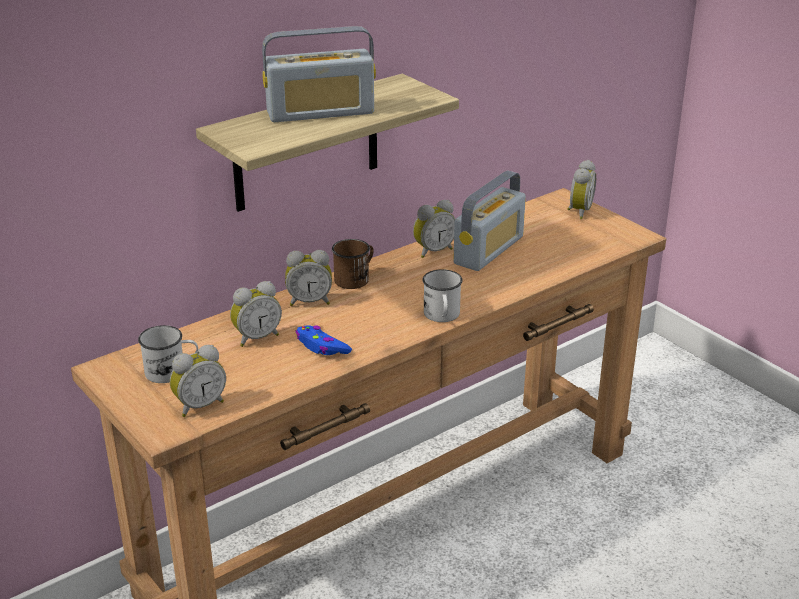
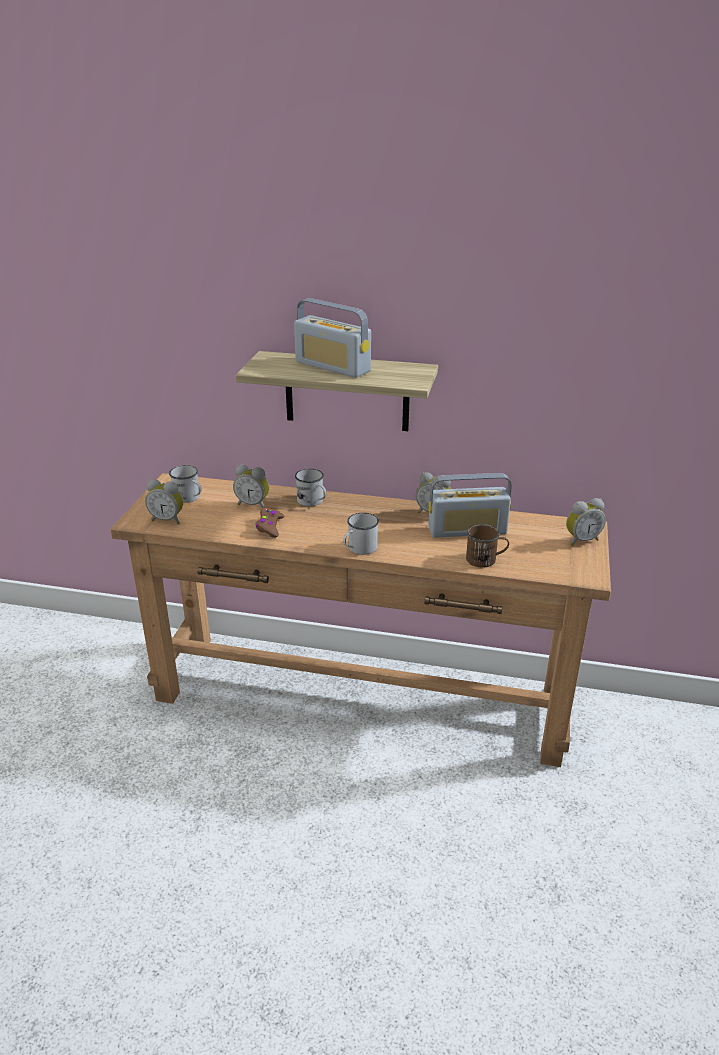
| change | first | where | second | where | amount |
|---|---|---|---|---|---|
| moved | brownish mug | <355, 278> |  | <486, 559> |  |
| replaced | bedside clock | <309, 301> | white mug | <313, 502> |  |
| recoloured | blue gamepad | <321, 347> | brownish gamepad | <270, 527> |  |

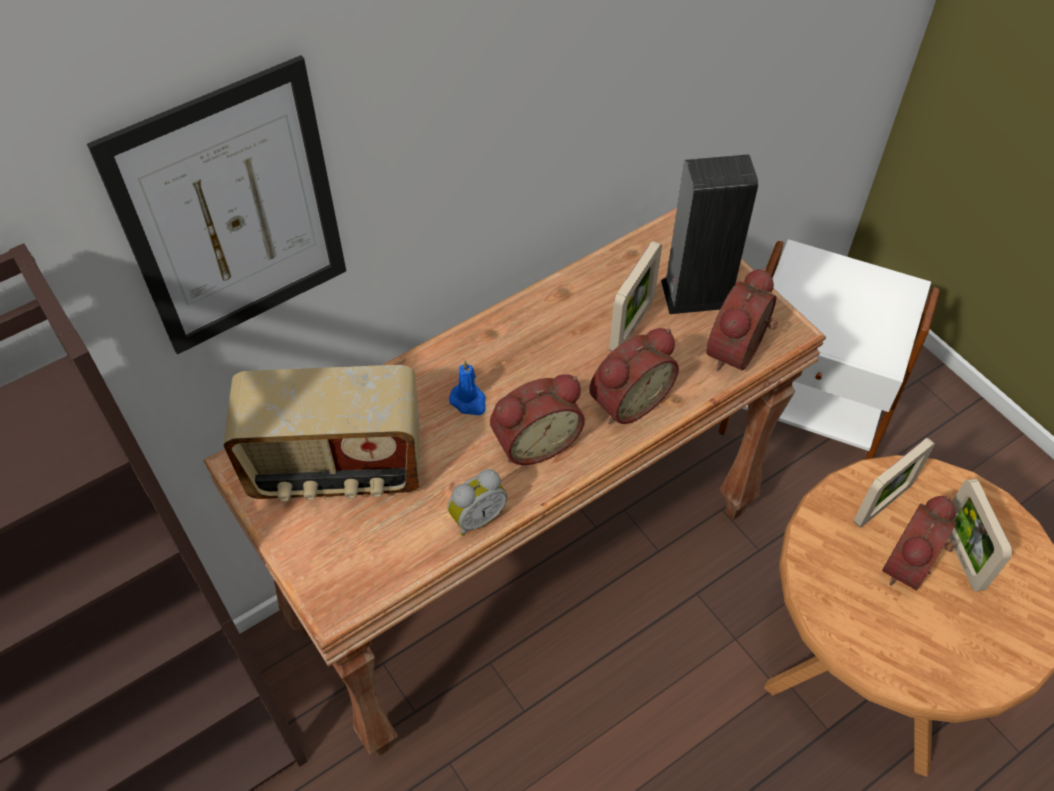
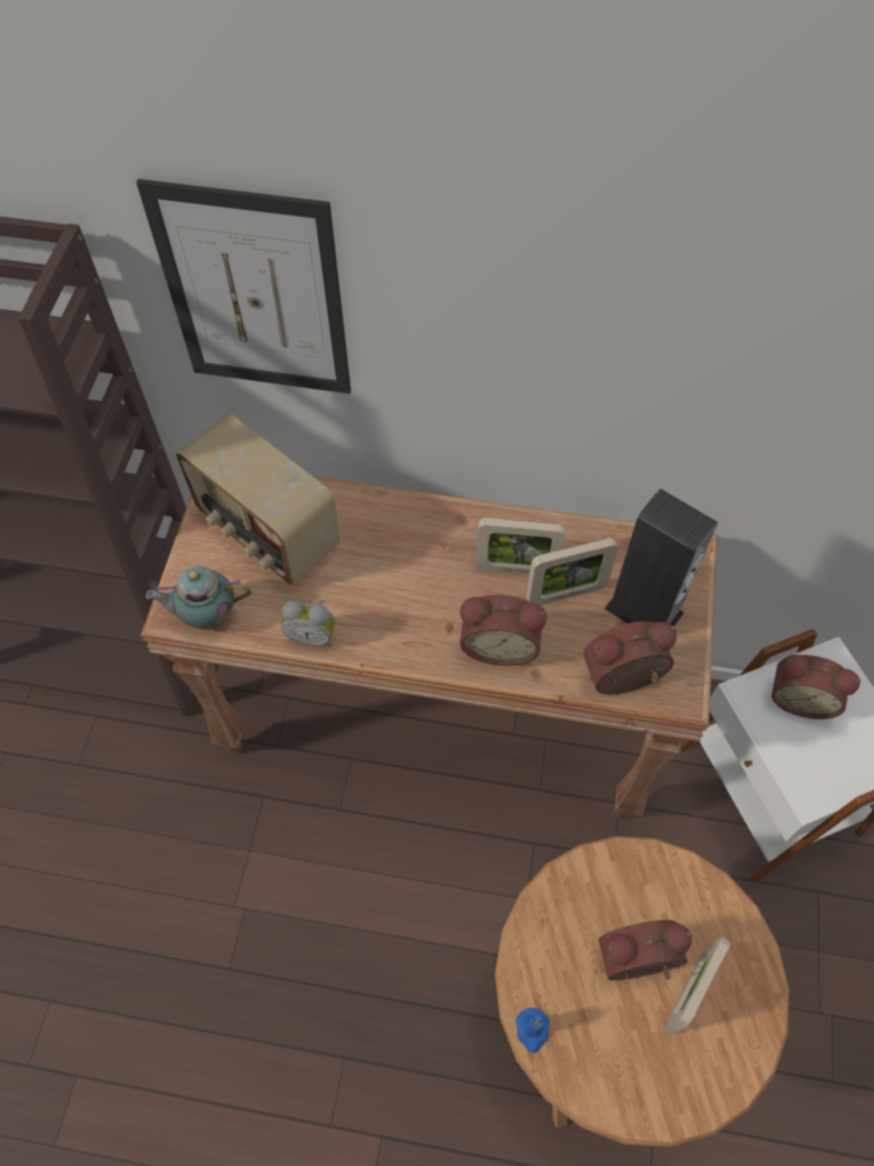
| change | first | where | second | where | amount |
|---|---|---|---|---|---|
| added |  |  | teapot | <207, 616> |  |
| moved | blue wax candle | <469, 401> |  | <532, 1030> |  |
| moved | bedside clock | <534, 441> |  | <800, 697> |  |
| moved | photo frame | <882, 504> |  | <516, 569> |  |

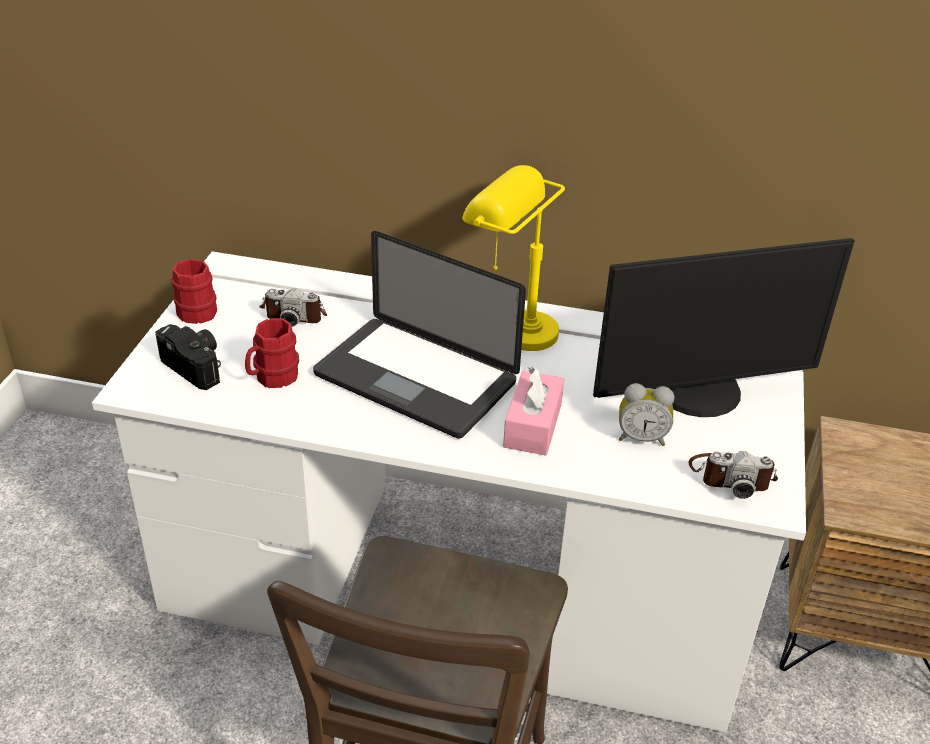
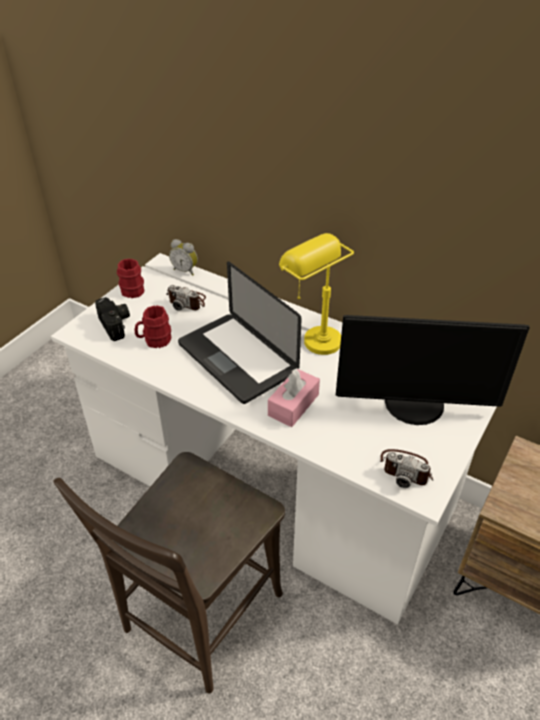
| change | first | where | second | where | amount |
|---|---|---|---|---|---|
| moved | bedside clock | <641, 437> |  | <185, 270> |  |

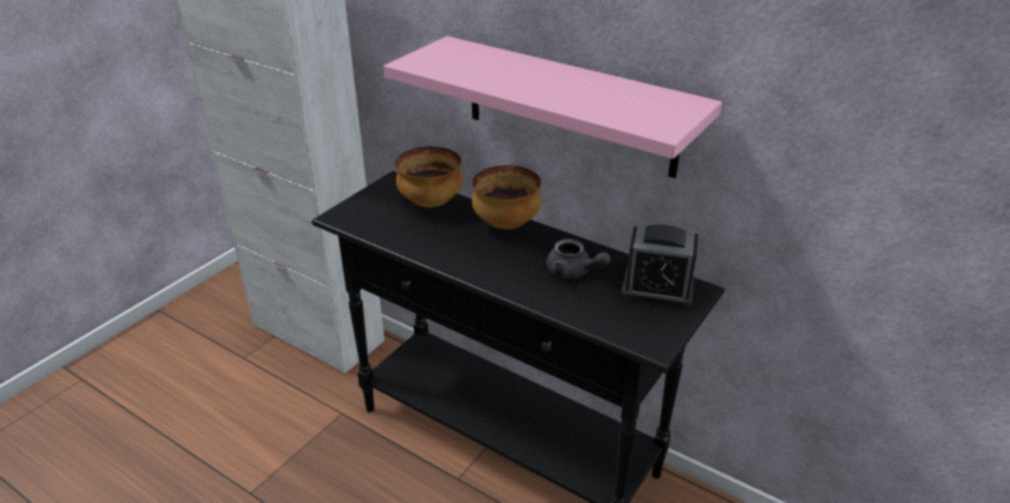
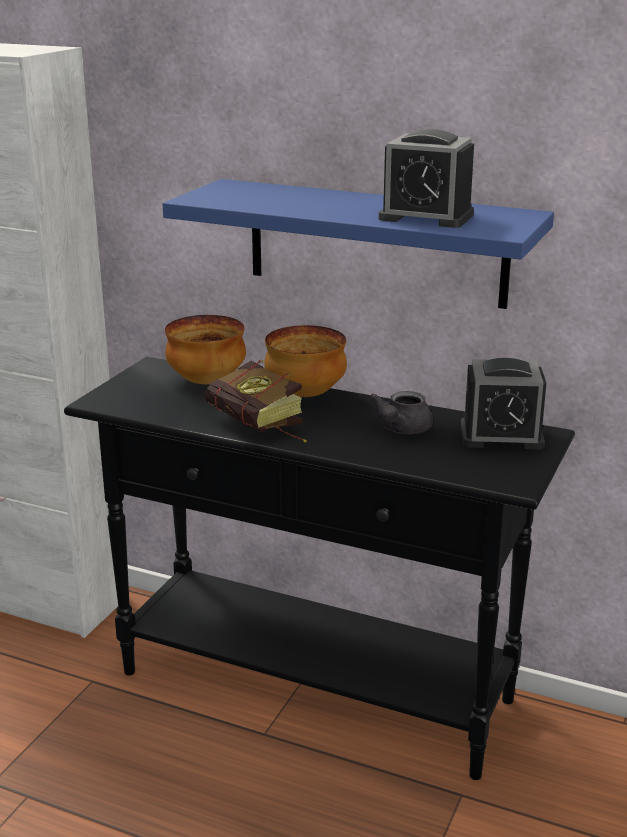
| change | first | where | second | where | amount |
|---|---|---|---|---|---|
| added |  |  | book | <261, 429> |  |
| added |  |  | bedside clock | <426, 217> |  |
| recoloured | pinkish shelf | <570, 106> | blue shelf | <376, 243> |  |
| turned | greyish teapot | <573, 272> |  | <401, 430> | 90 degrees clockwise |

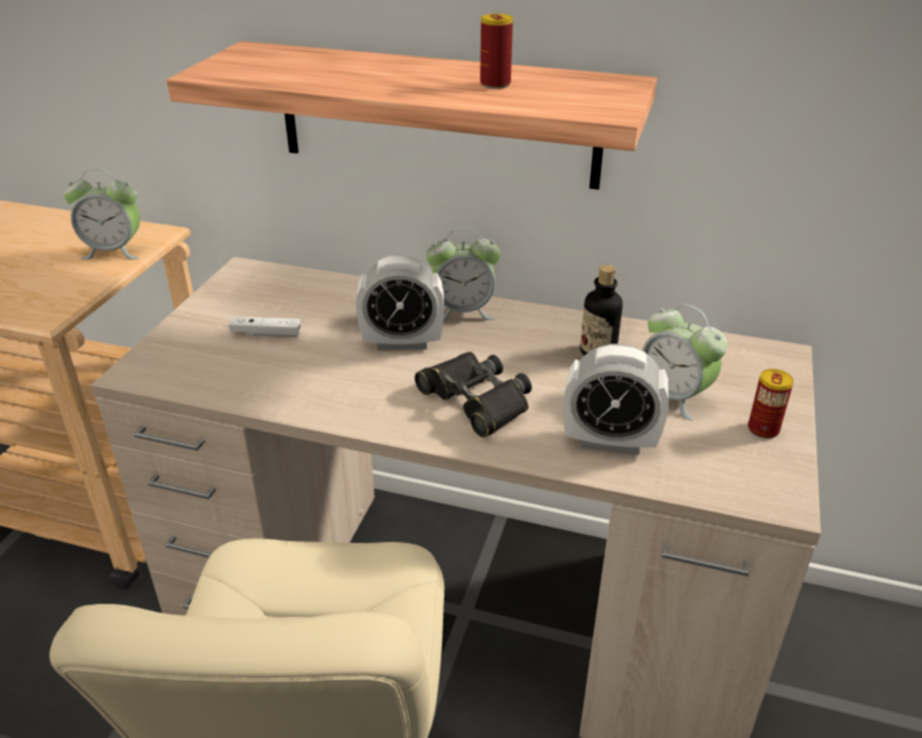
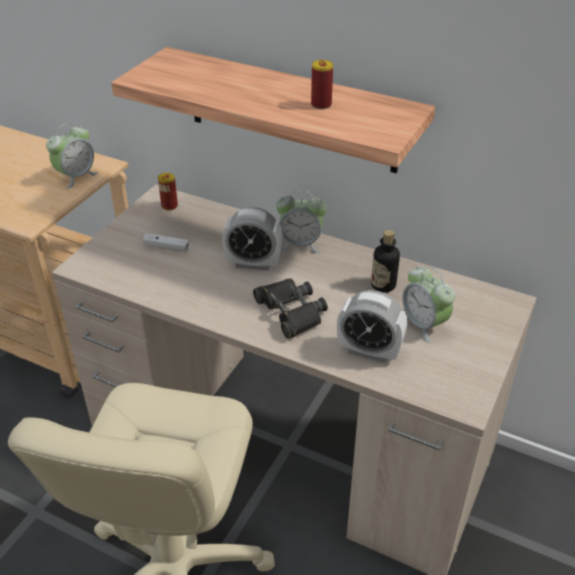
| change | first | where | second | where | amount |
|---|---|---|---|---|---|
| moved | sealed can | <763, 429> |  | <169, 206> |  |
| turned | bedside clock | <114, 251> |  | <76, 177> | 60 degrees counterclockwise |

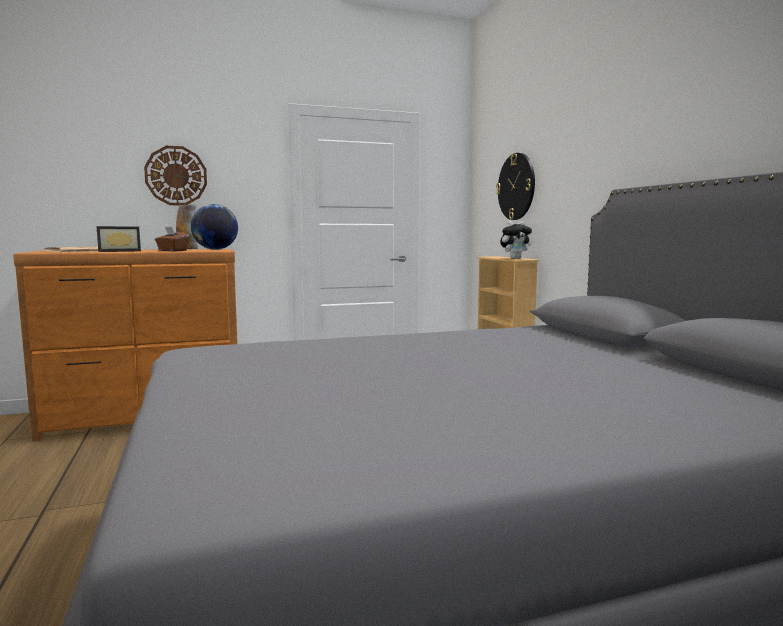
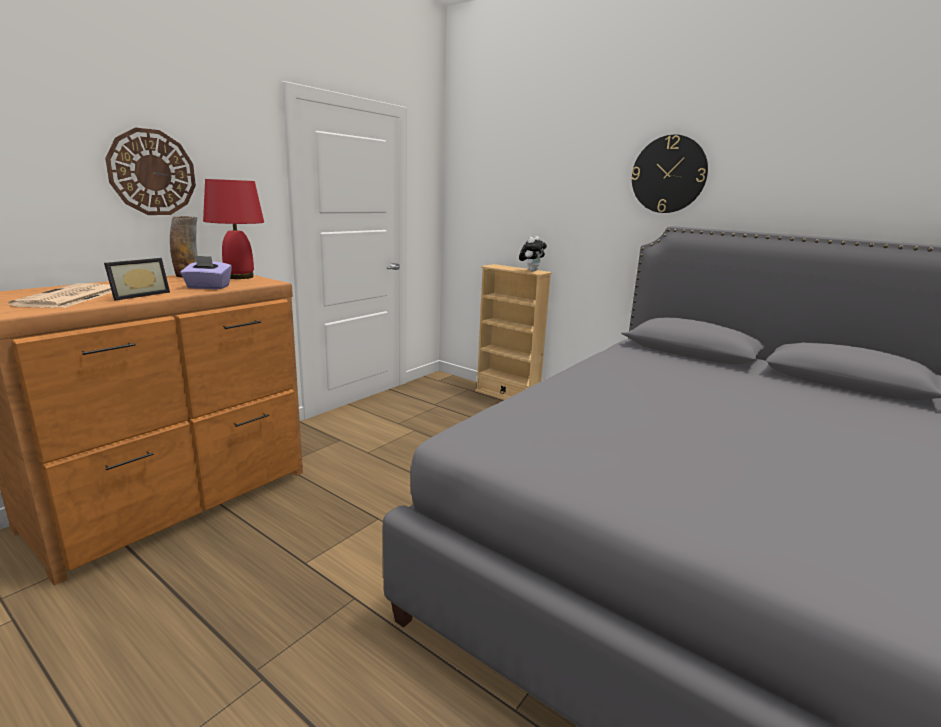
| change | first | where | second | where | amount |
|---|---|---|---|---|---|
| moved | clock on the wall | <516, 186> |  | <668, 174> |  |
| replaced | world globe | <215, 249> | reddish lamp for a table | <239, 277> |  |
| recoloured | brownish box of tissues | <172, 250> | purple box of tissues | <208, 287> |  |

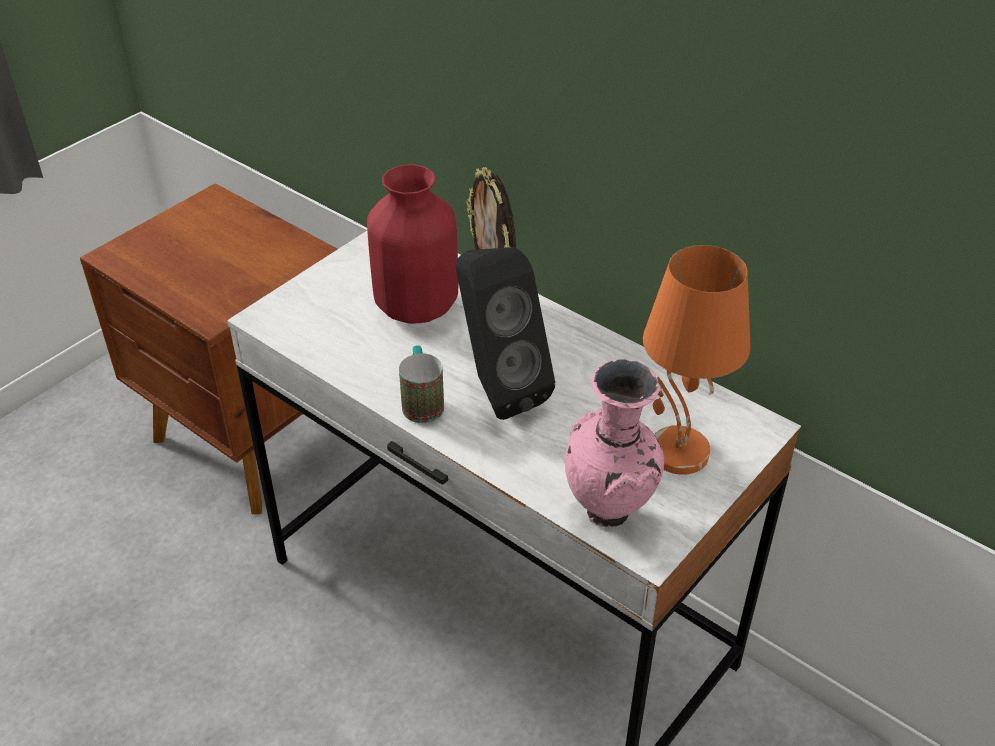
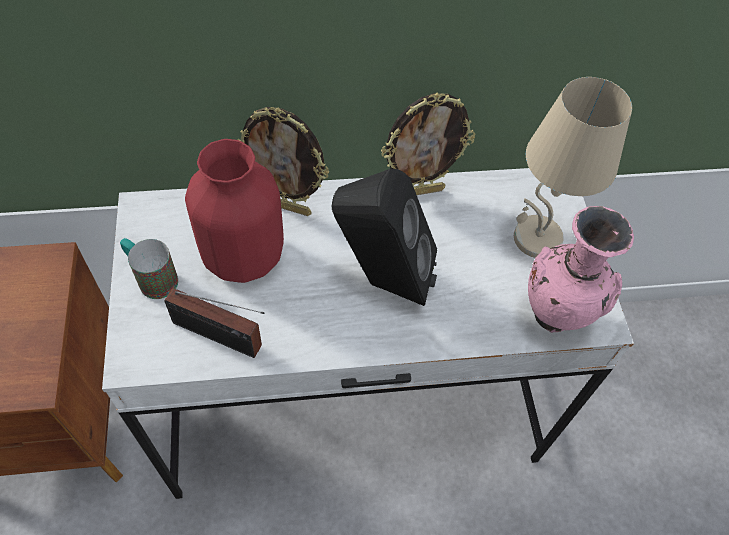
| change | first | where | second | where | amount |
|---|---|---|---|---|---|
| added |  |  | radio set | <221, 337> |  |
| added |  |  | photo frame | <418, 191> |  |
| moved | mug | <422, 401> |  | <152, 278> |  |
| recoloured | orangey lamp for a table | <677, 452> | sand-coloured lamp for a table | <536, 239> |  |

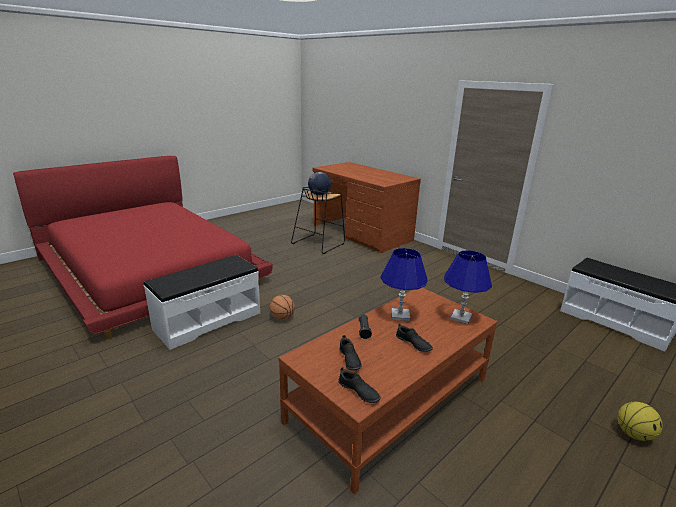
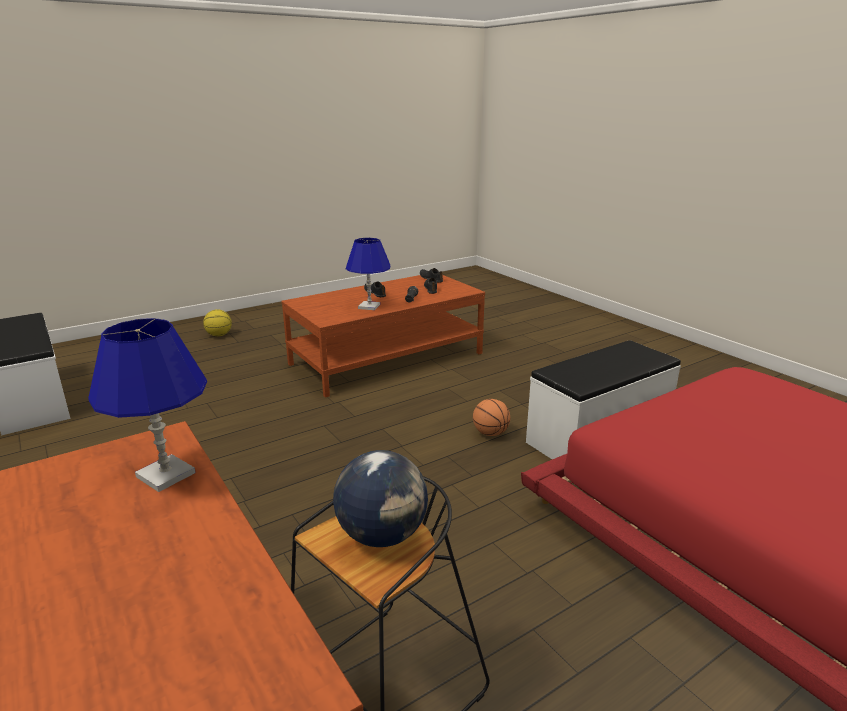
| change | first | where | second | where | amount |
|---|---|---|---|---|---|
| moved | blue lamp for a table | <461, 317> |  | <166, 474> |  |

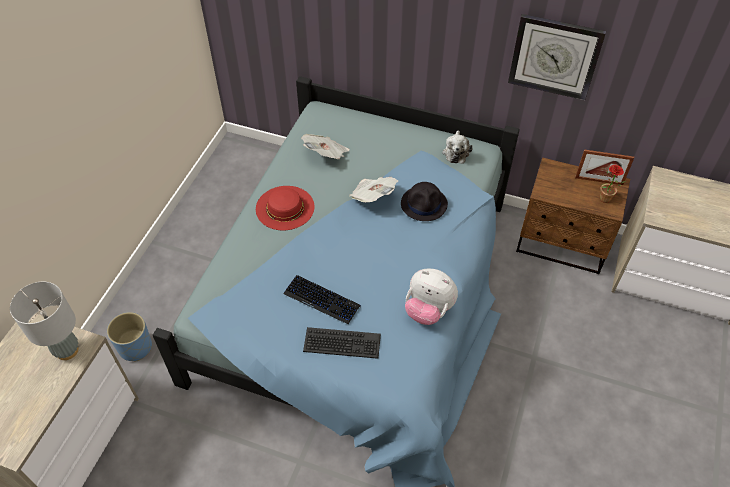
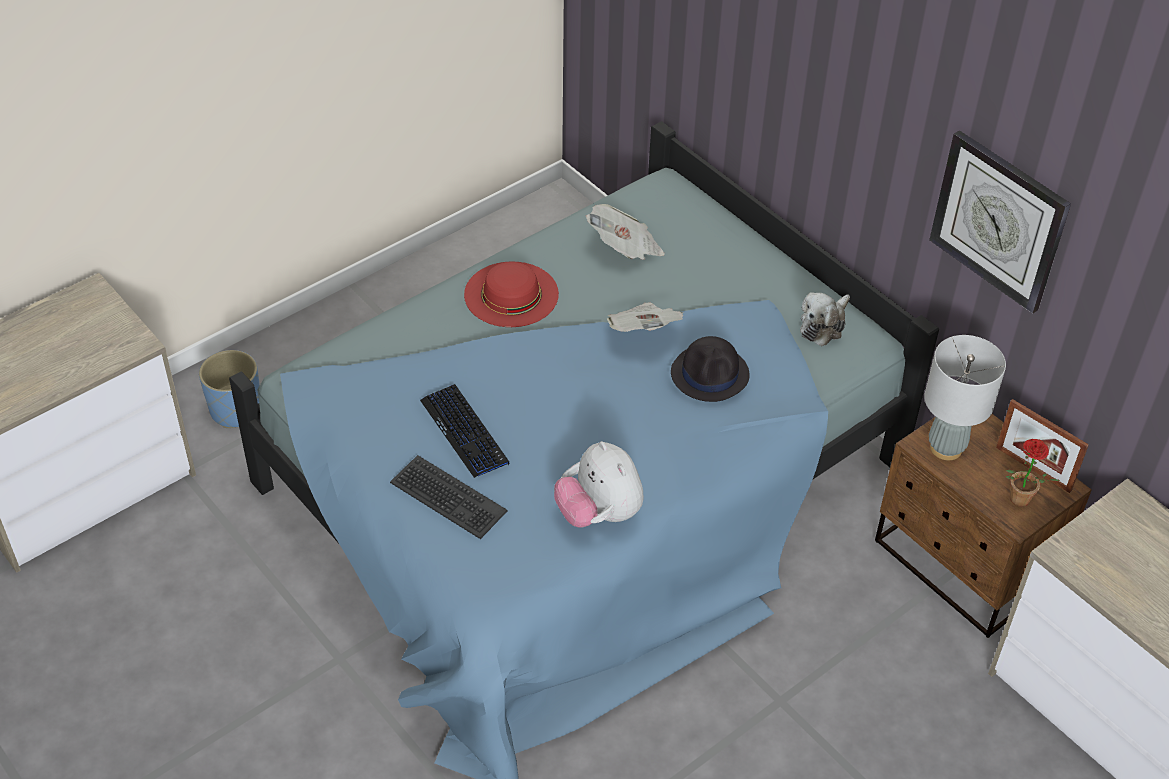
| change | first | where | second | where | amount |
|---|---|---|---|---|---|
| moved | greyish lamp for a table | <67, 350> |  | <946, 448> |  |

